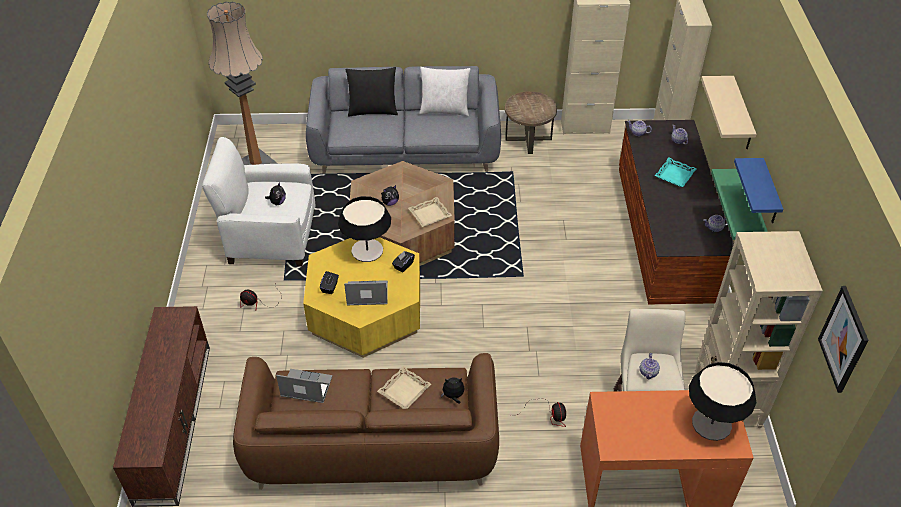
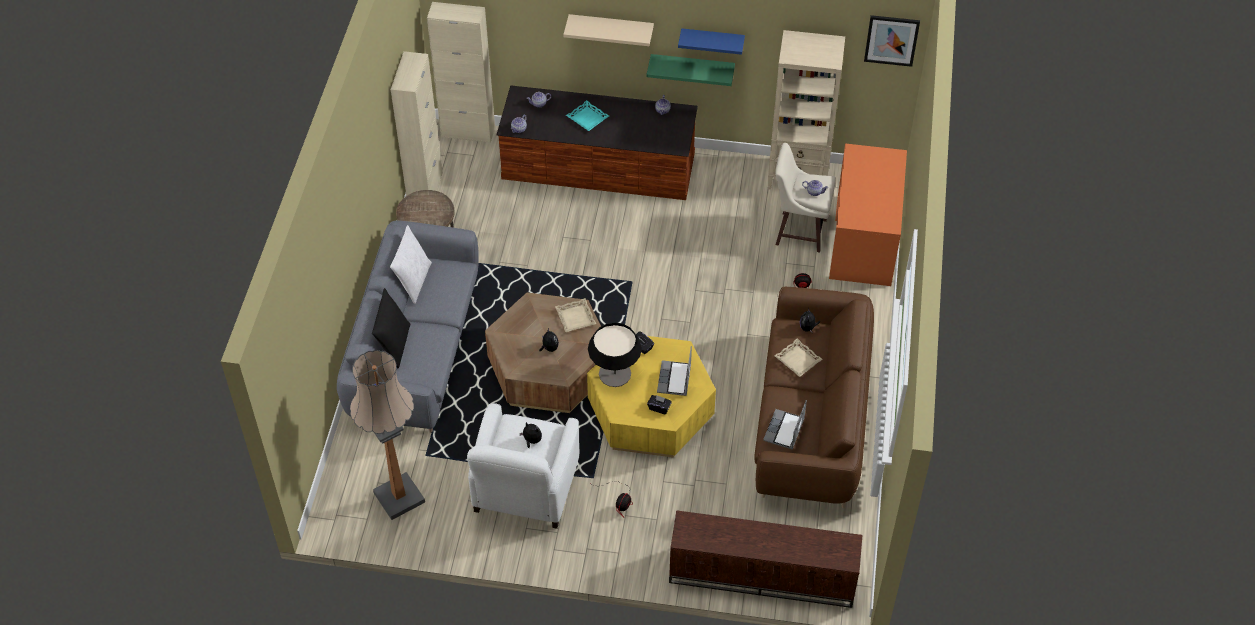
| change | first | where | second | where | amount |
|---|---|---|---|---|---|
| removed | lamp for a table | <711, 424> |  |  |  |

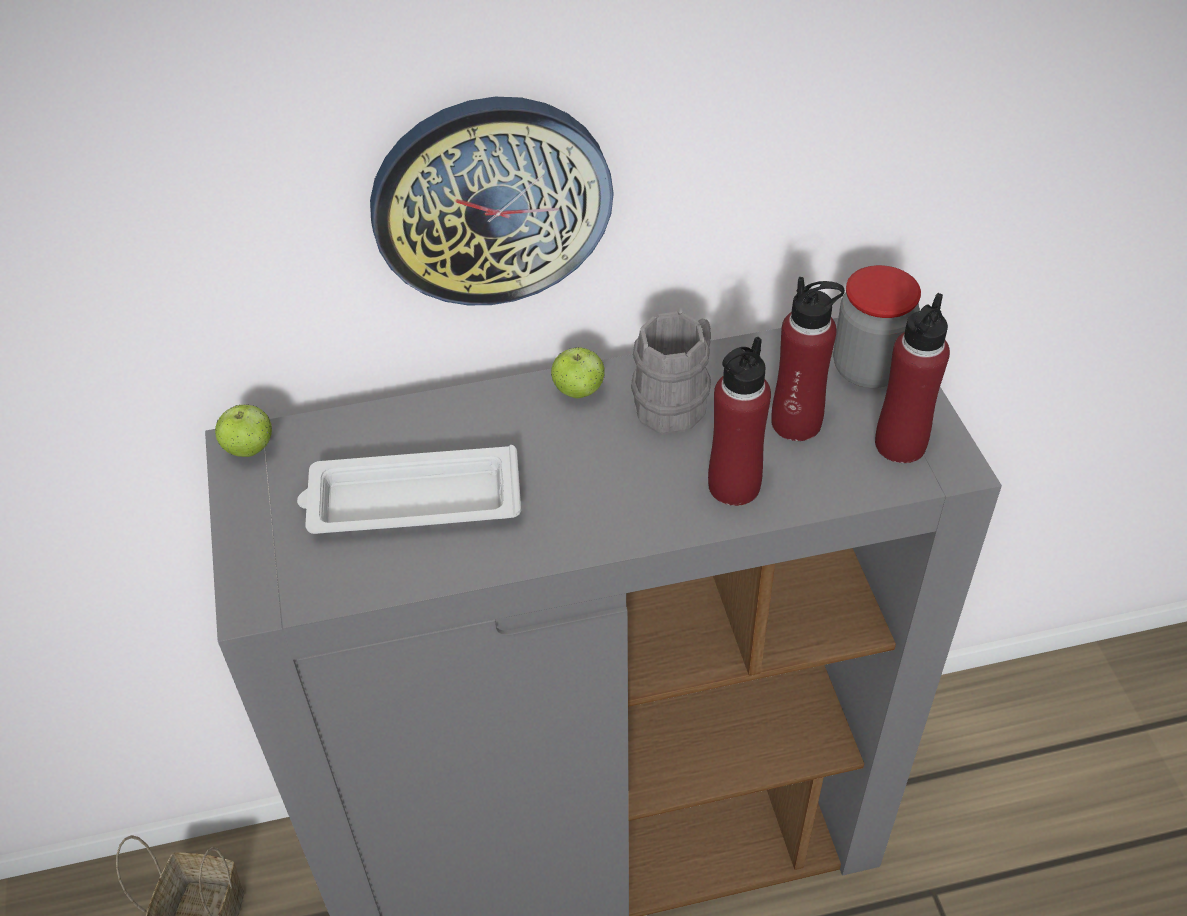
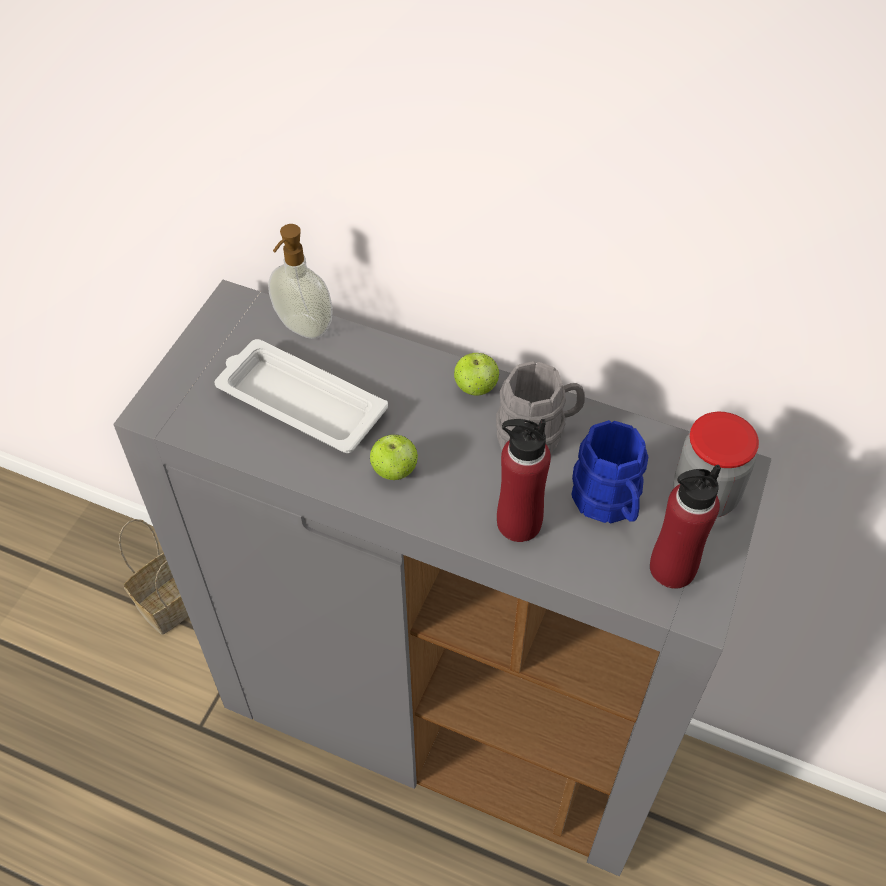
| change | first | where | second | where | amount |
|---|---|---|---|---|---|
| removed | clock on the wall | <491, 201> |  |  |  |
| added |  |  | soap bottle | <303, 328> |  |
| moved | apple | <249, 448> |  | <394, 470> |  |
| replaced | reddish bottle | <796, 423> | blue mug | <609, 504> |  |

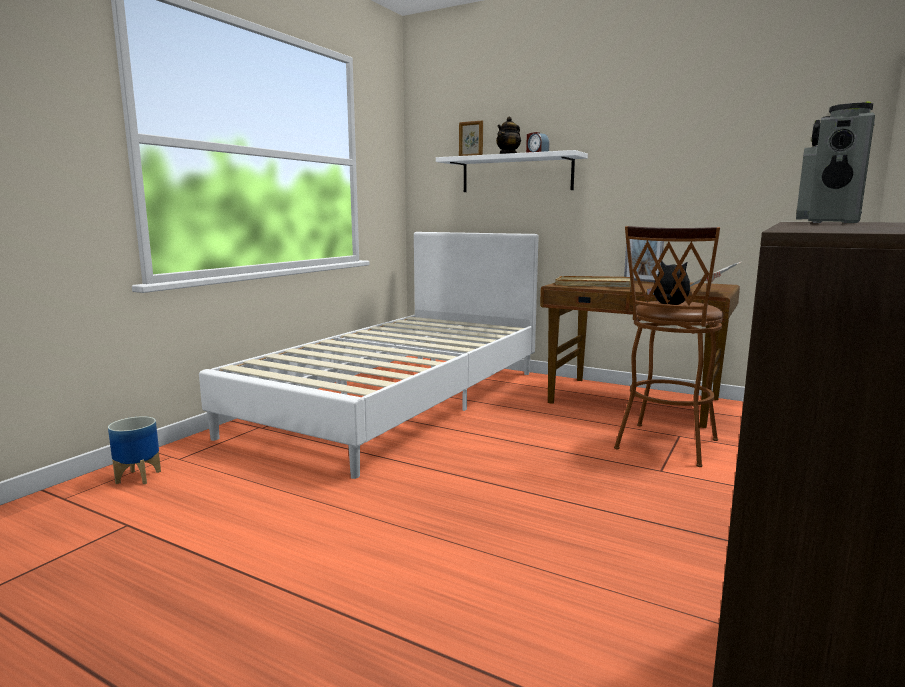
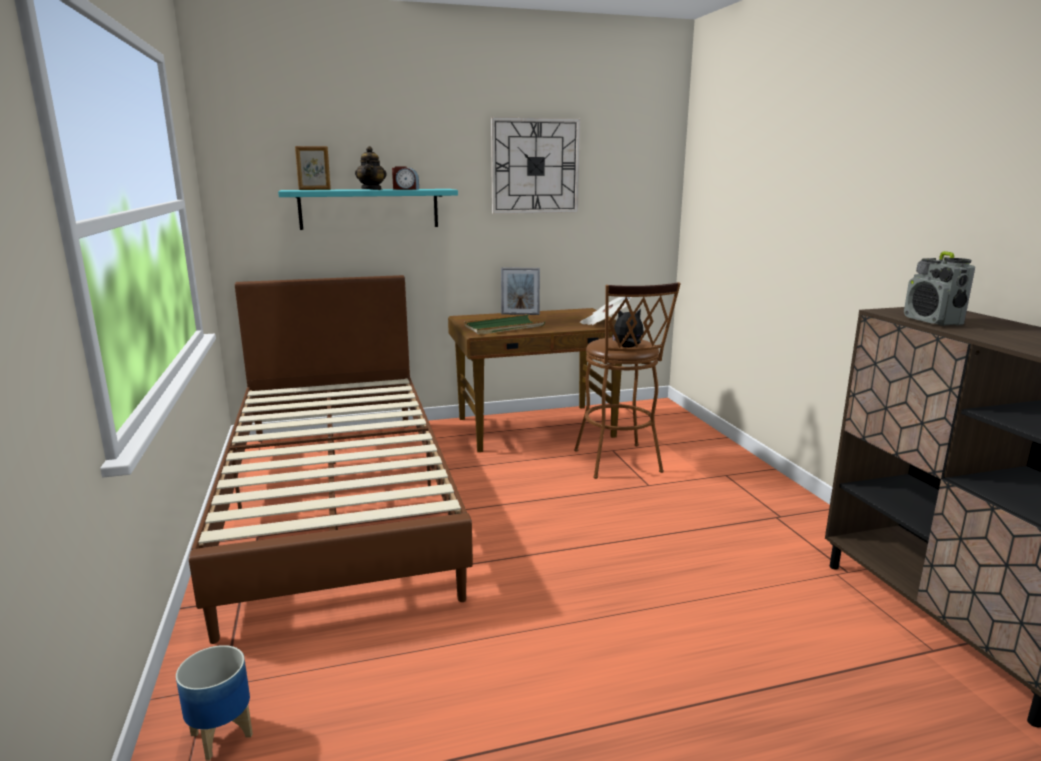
| change | first | where | second | where | amount |
|---|---|---|---|---|---|
| added |  |  | clock on the wall | <535, 166> |  |
| recoloured | white sleeping bed | <398, 401> | brownish sleeping bed | <338, 500> |  |
| recoloured | white shelf | <516, 174> | blue-green shelf | <369, 208> |  |
| recoloured | sand-coloured serving tray | <594, 284> | green serving tray | <503, 327> |  |

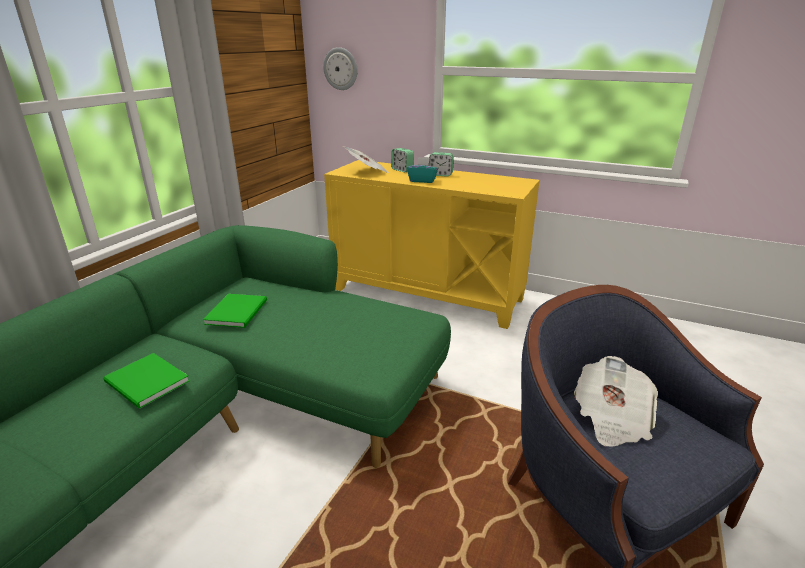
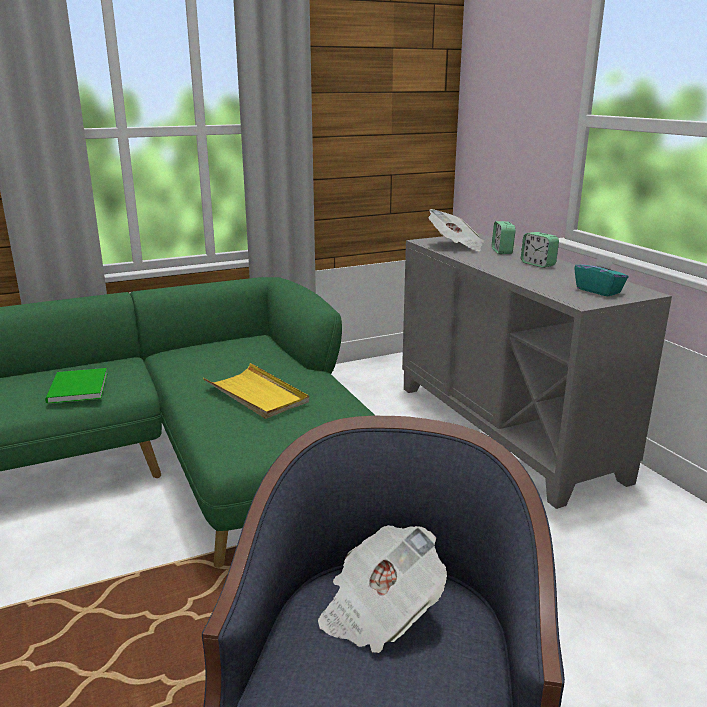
| change | first | where | second | where | amount |
|---|---|---|---|---|---|
| removed | green book | <239, 311> |  |  |  |
| removed | clock on the wall | <341, 69> |  |  |  |
| added |  |  | yellow serving tray | <257, 394> |  |
| moved | blue-green box of tissues | <422, 180> |  | <598, 291> |  |
| recoloured | yellow storage cabinet | <427, 294> | greyish storage cabinet | <505, 430> |  |

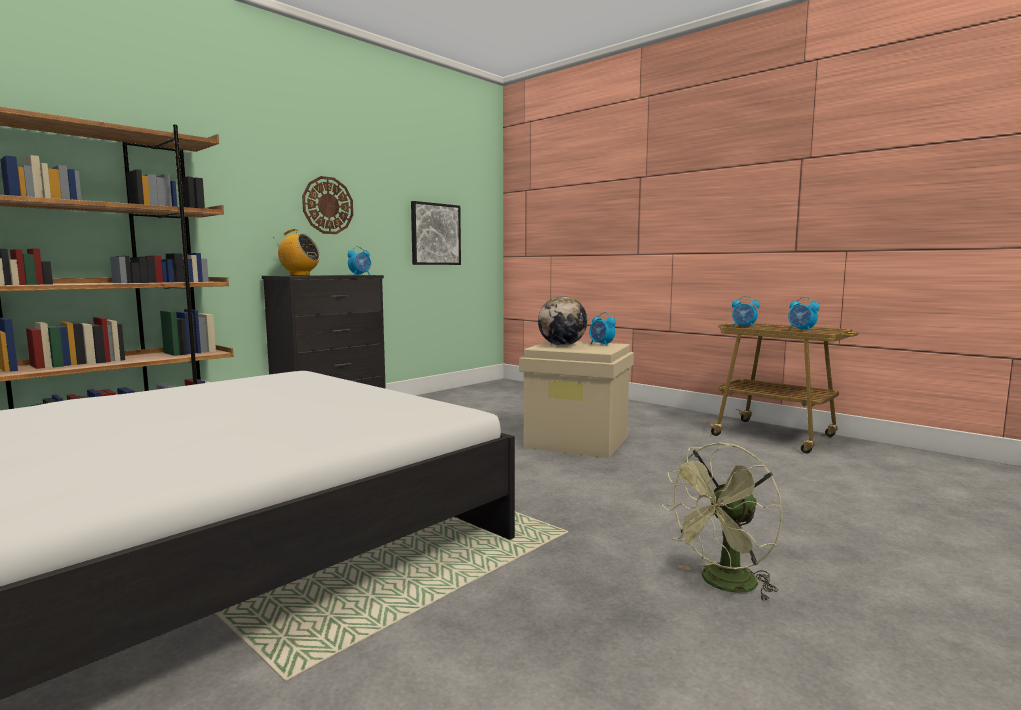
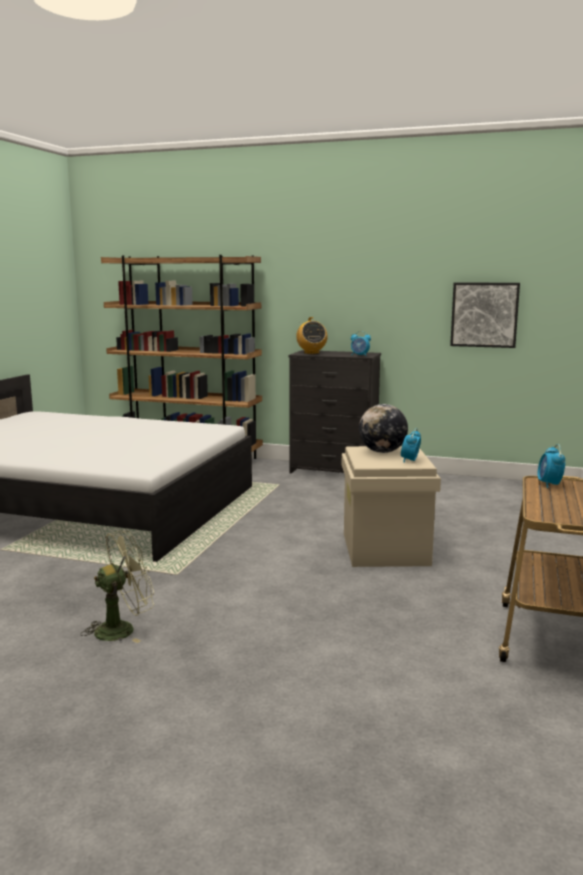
| change | first | where | second | where | amount |
|---|---|---|---|---|---|
| removed | clock on the wall | <327, 205> |  |  |  |
| removed | bedside clock | <801, 330> |  |  |  |
| turned | green cooling fan | <723, 585> |  | <123, 629> | 120 degrees clockwise |

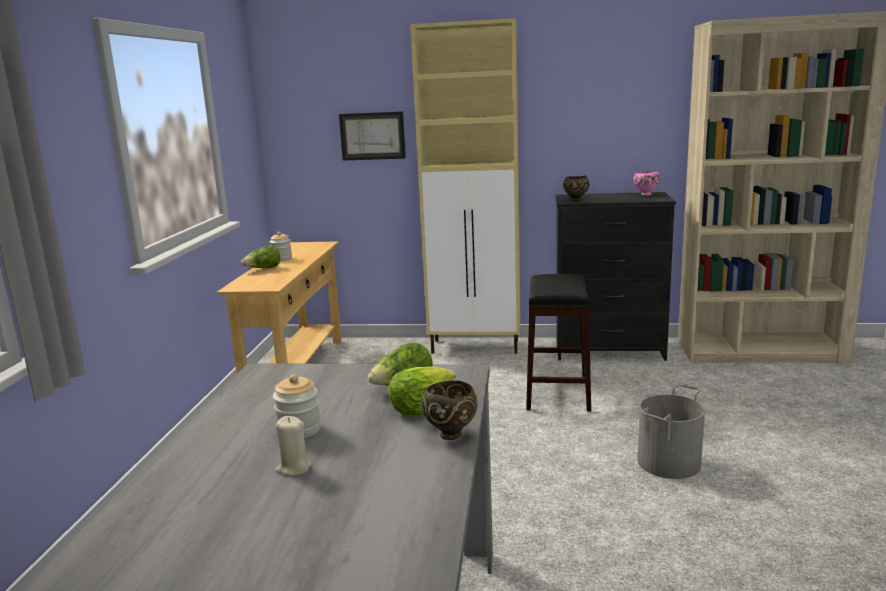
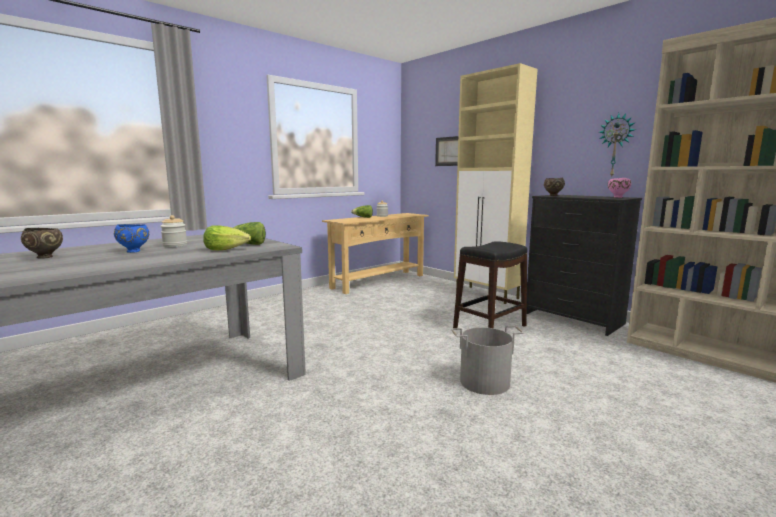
| change | first | where | second | where | amount |
|---|---|---|---|---|---|
| added |  |  | clock on the wall | <616, 145> |  |
| moved | brownish deep dish | <451, 434> |  | <46, 257> |  |
| replaced | sand-coloured wax candle | <293, 468> | blue deep dish | <134, 251> |  |

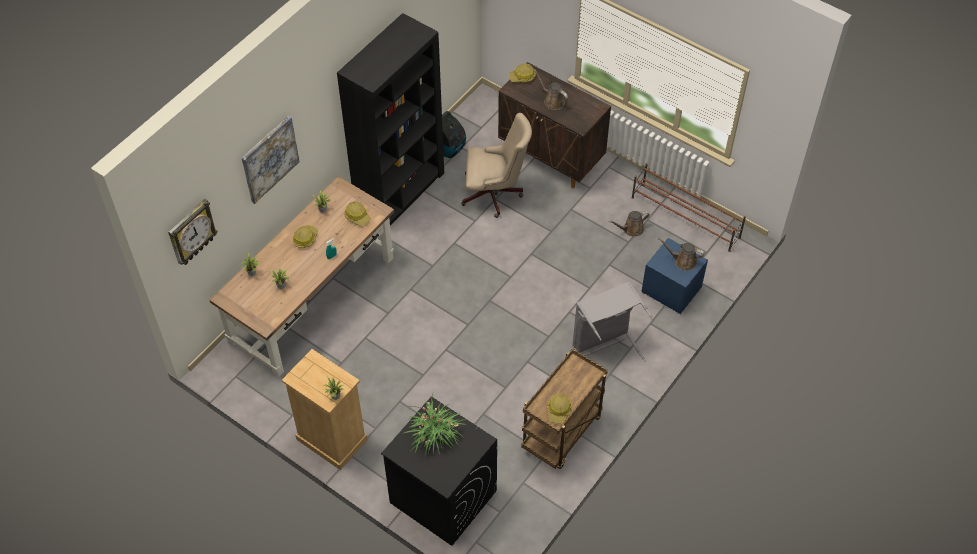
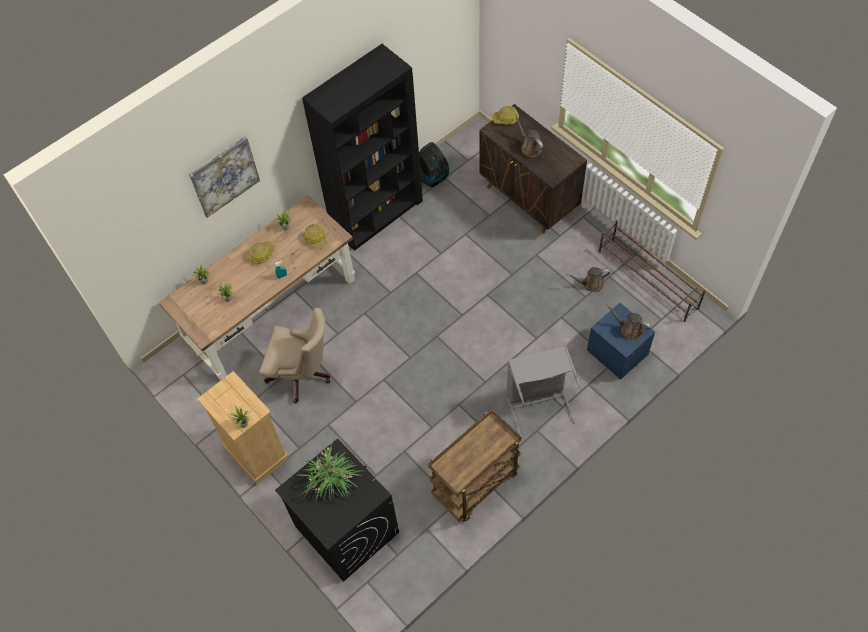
| change | first | where | second | where | amount |
|---|---|---|---|---|---|
| removed | clock on the wall | <191, 232> |  |  |  |
| removed | hard hat | <559, 411> |  |  |  |
| moved | sand-coloured desk chair | <495, 194> |  | <303, 375> |  |

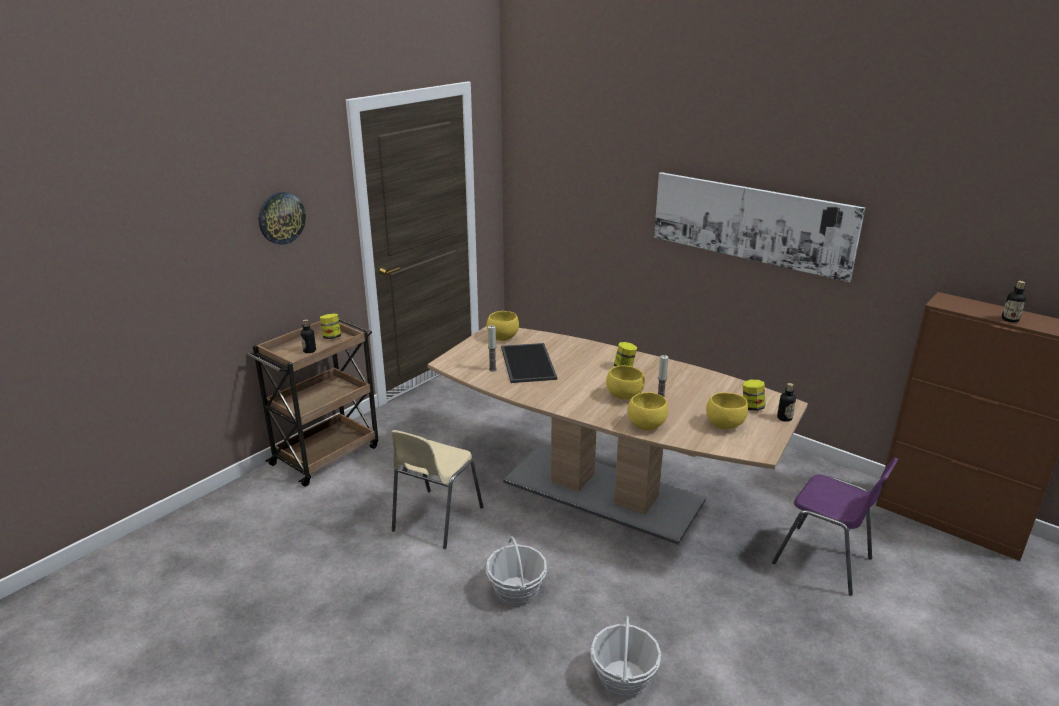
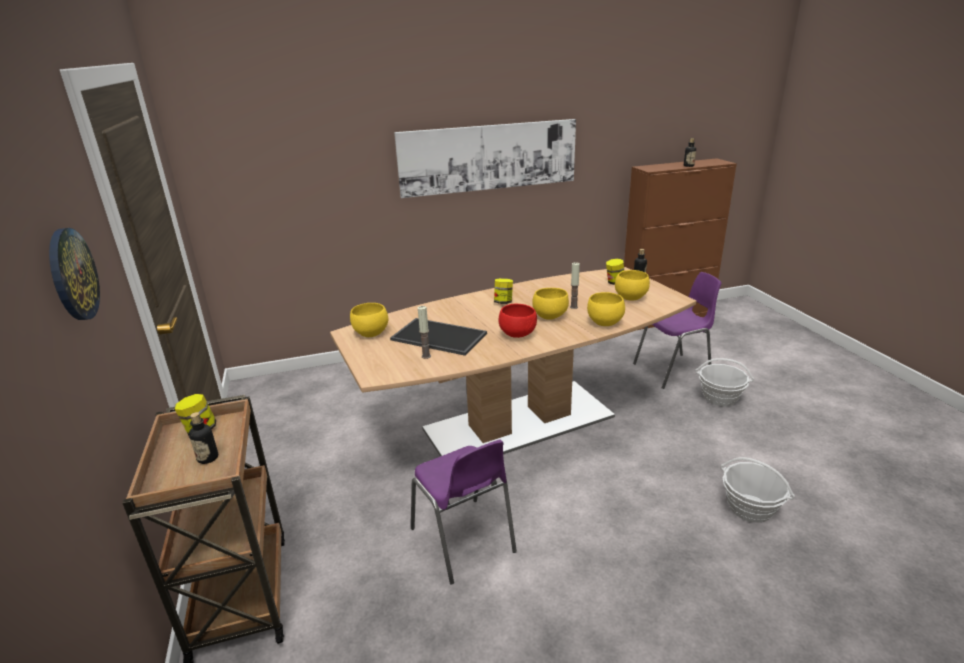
| change | first | where | second | where | amount |
|---|---|---|---|---|---|
| added |  |  | reddish deep dish | <518, 334> |  |
| moved | household basket | <516, 591> |  | <720, 398> |  |
| recoloured | sand-coloured upright chair | <435, 520> | purple upright chair | <464, 541> |  |

